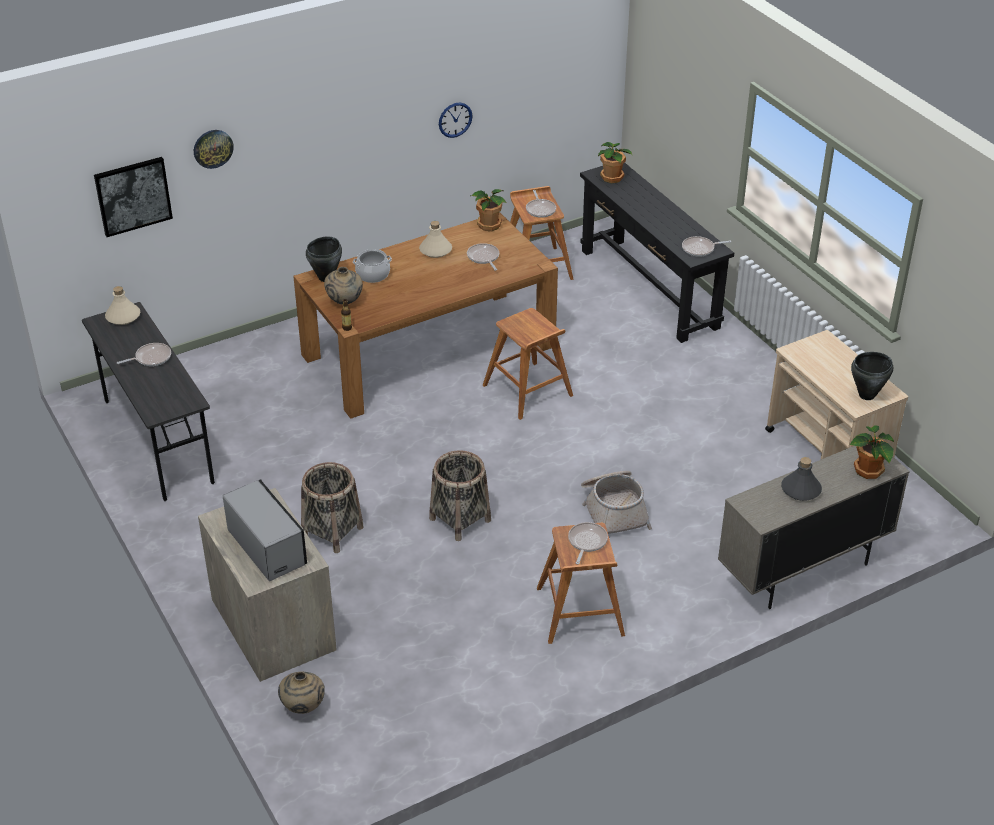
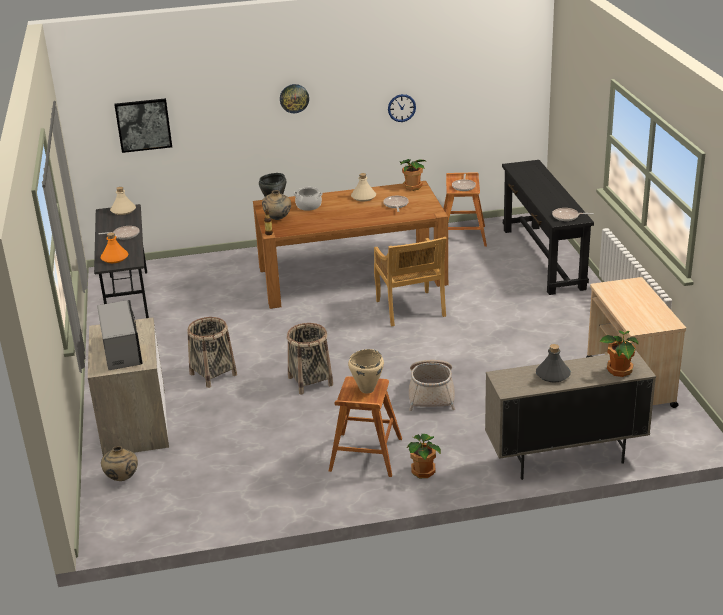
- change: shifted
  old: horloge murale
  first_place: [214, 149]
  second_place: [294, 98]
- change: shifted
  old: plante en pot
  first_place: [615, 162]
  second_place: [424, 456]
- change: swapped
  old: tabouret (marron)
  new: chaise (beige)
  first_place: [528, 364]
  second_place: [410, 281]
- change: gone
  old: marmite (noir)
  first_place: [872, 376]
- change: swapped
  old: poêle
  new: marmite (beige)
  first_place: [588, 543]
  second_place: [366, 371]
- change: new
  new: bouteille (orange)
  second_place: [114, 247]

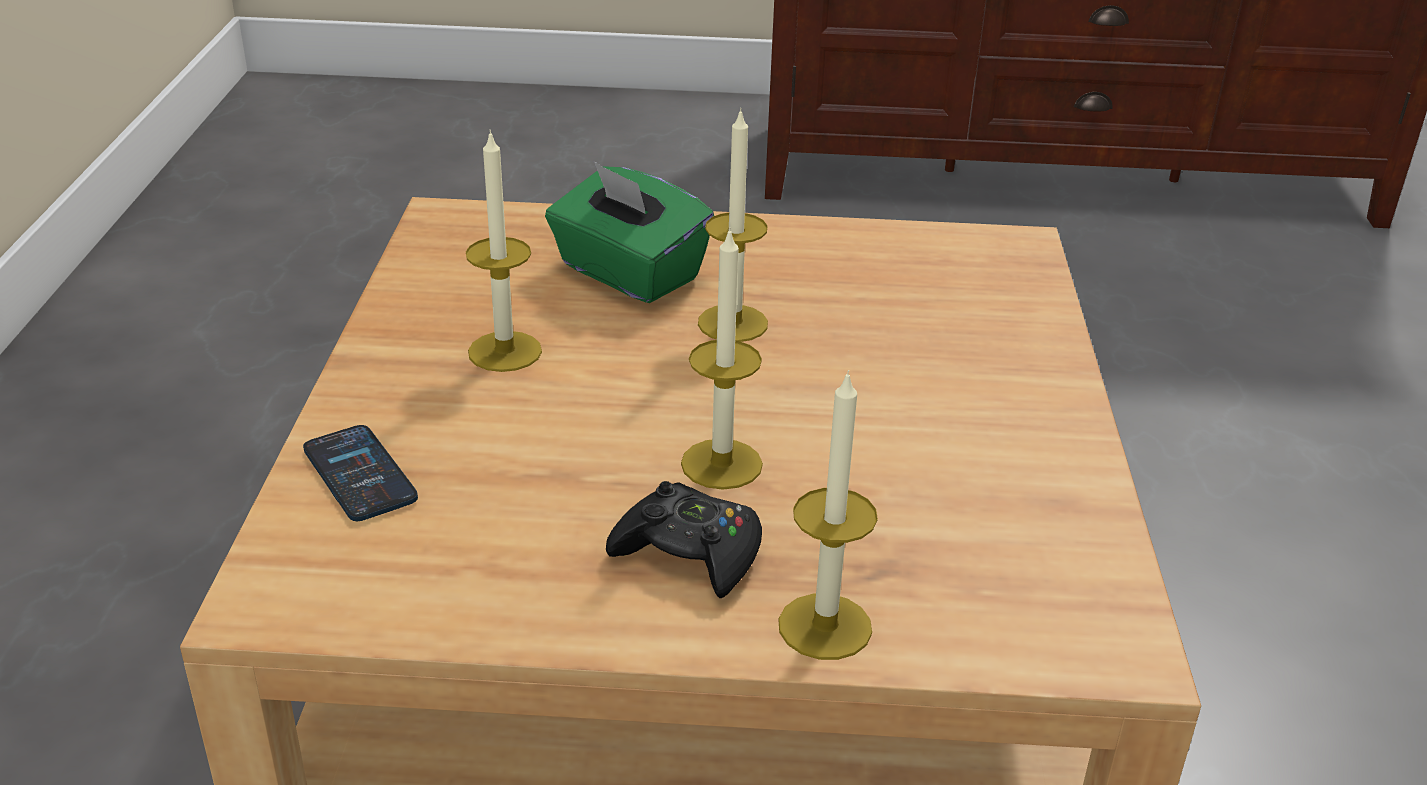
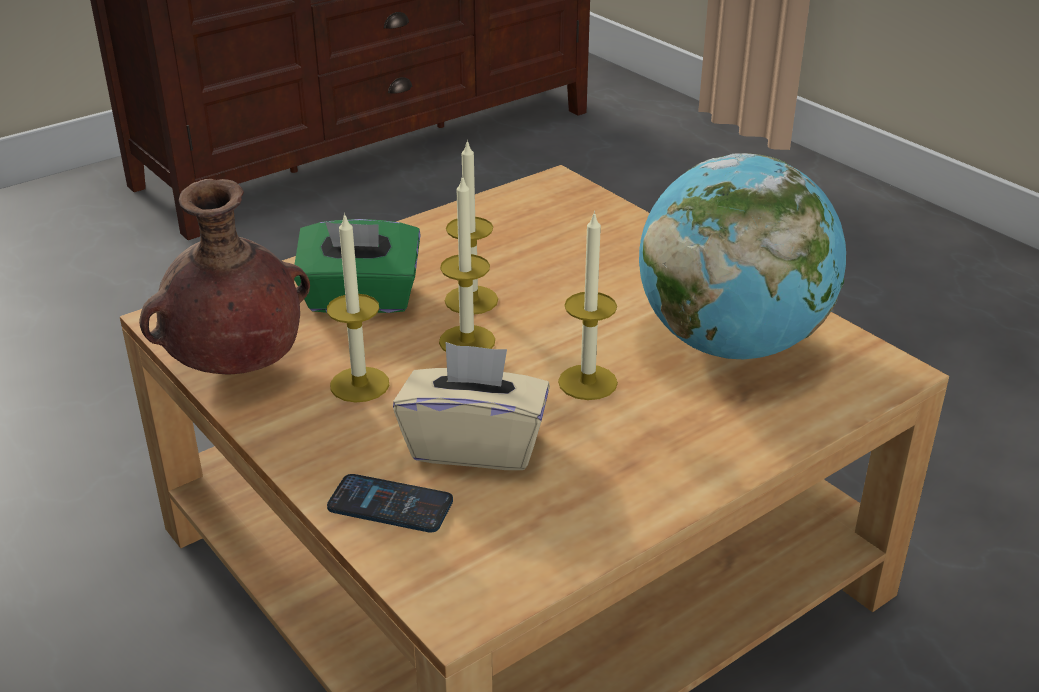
- change: shifted
  old: bougie
  first_place: [828, 515]
  second_place: [467, 263]
- change: gone
  old: manette (noir)
  first_place: [684, 539]
- change: new
  new: globe
  second_place: [742, 256]
- change: new
  new: vase (marron)
  second_place: [224, 277]
- change: new
  new: boîte à mouchoirs (beige)
  second_place: [471, 406]

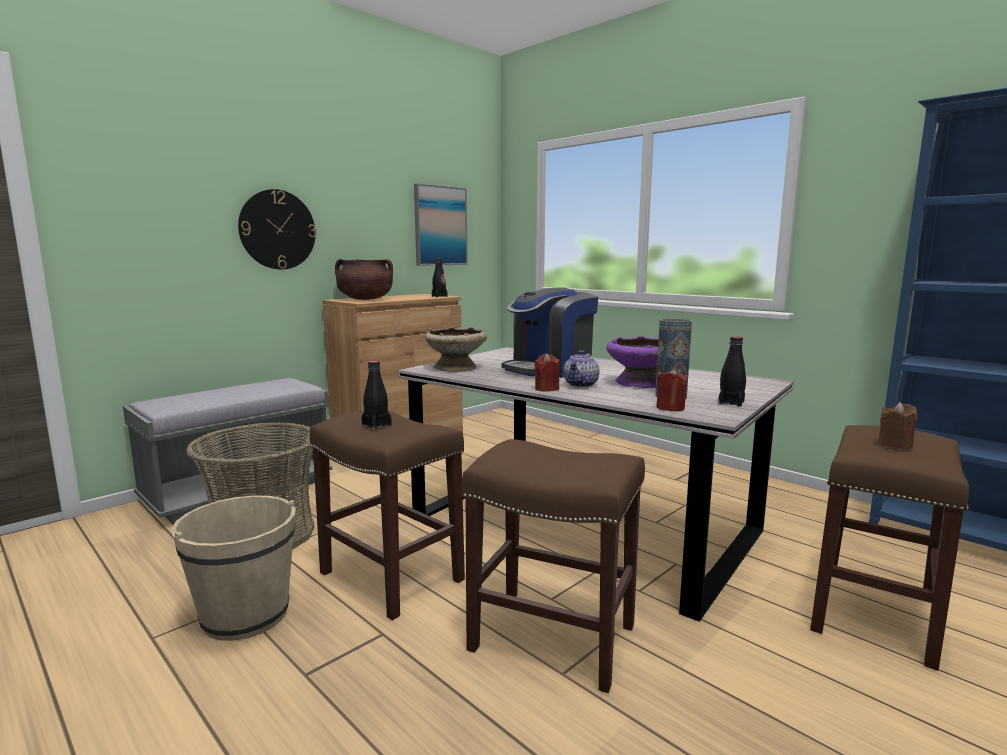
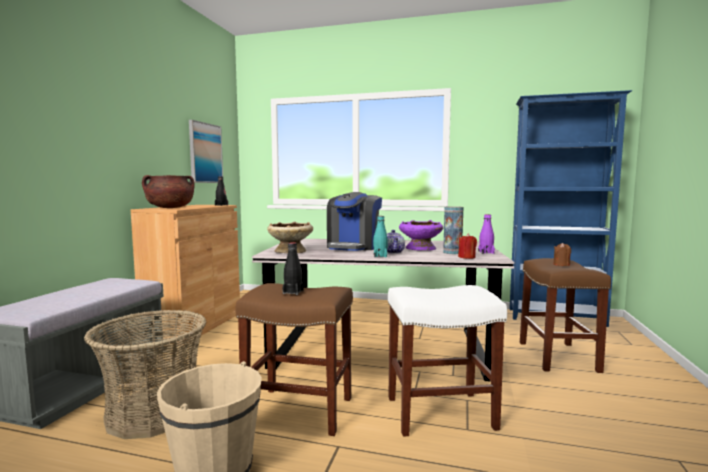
- change: gone
  old: horloge murale
  first_place: [277, 229]
- change: repainted
  old: bouteille (noir)
  new: bouteille (violet)
  first_place: [732, 371]
  second_place: [486, 234]
- change: swapped
  old: bougie (rouge)
  new: bouteille (turquoise)
  first_place: [547, 372]
  second_place: [380, 236]
- change: repainted
  old: tabouret (marron)
  new: tabouret (blanc)
  first_place: [553, 566]
  second_place: [447, 361]

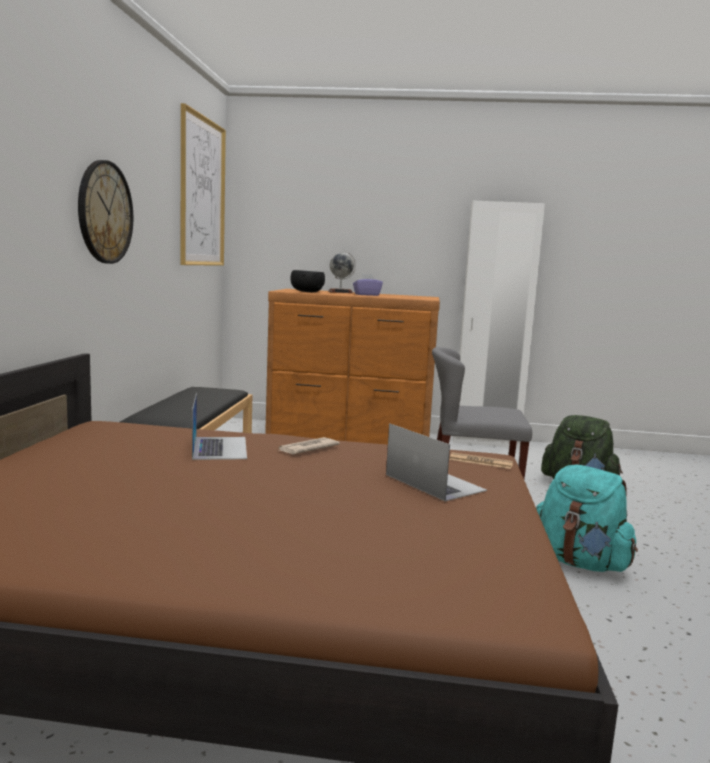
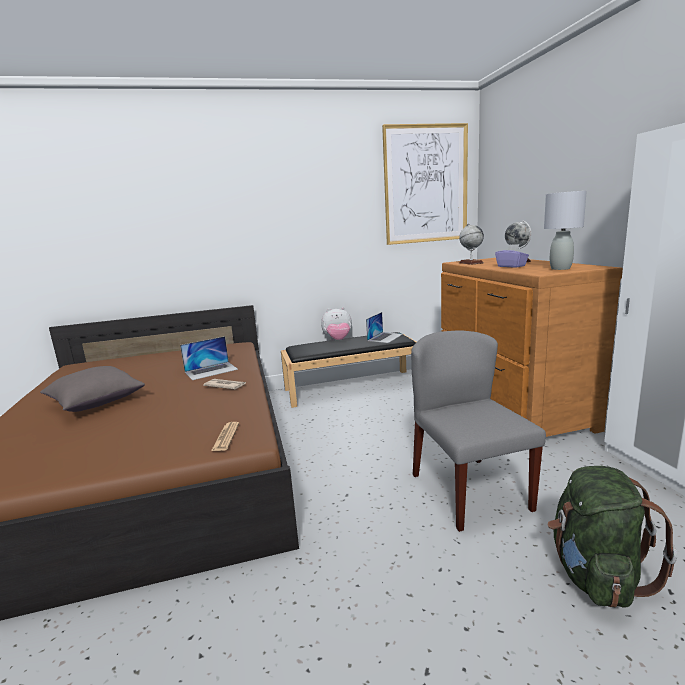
- change: gone
  old: horloge murale
  first_place: [105, 212]
- change: swapped
  old: bol (noir)
  new: globe
  first_place: [307, 281]
  second_place: [471, 244]
- change: shifted
  old: ordinateur portable
  first_place: [436, 462]
  second_place: [384, 327]
- change: gone
  old: sac à dos (turquoise)
  first_place: [587, 518]
- change: new
  new: lampe de table (gris)
  second_place: [565, 230]
- change: new
  new: peluche
  second_place: [336, 324]
- change: new
  new: coussin (gris)
  second_place: [92, 389]

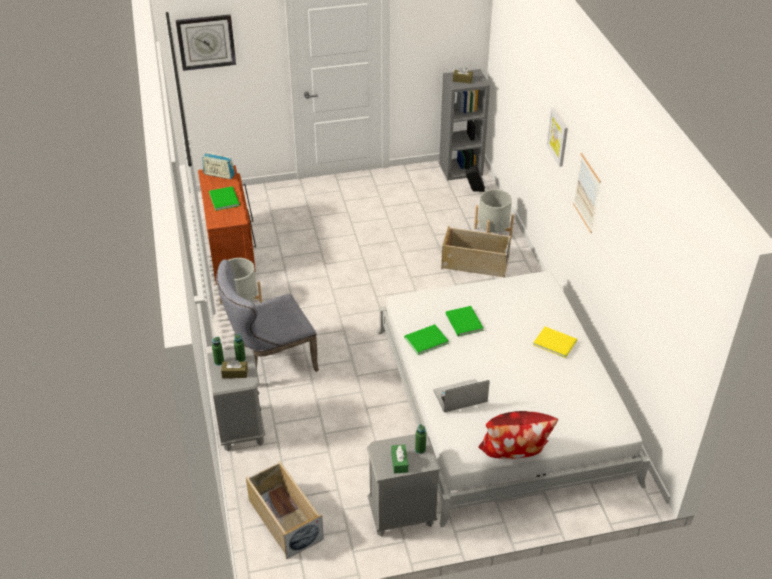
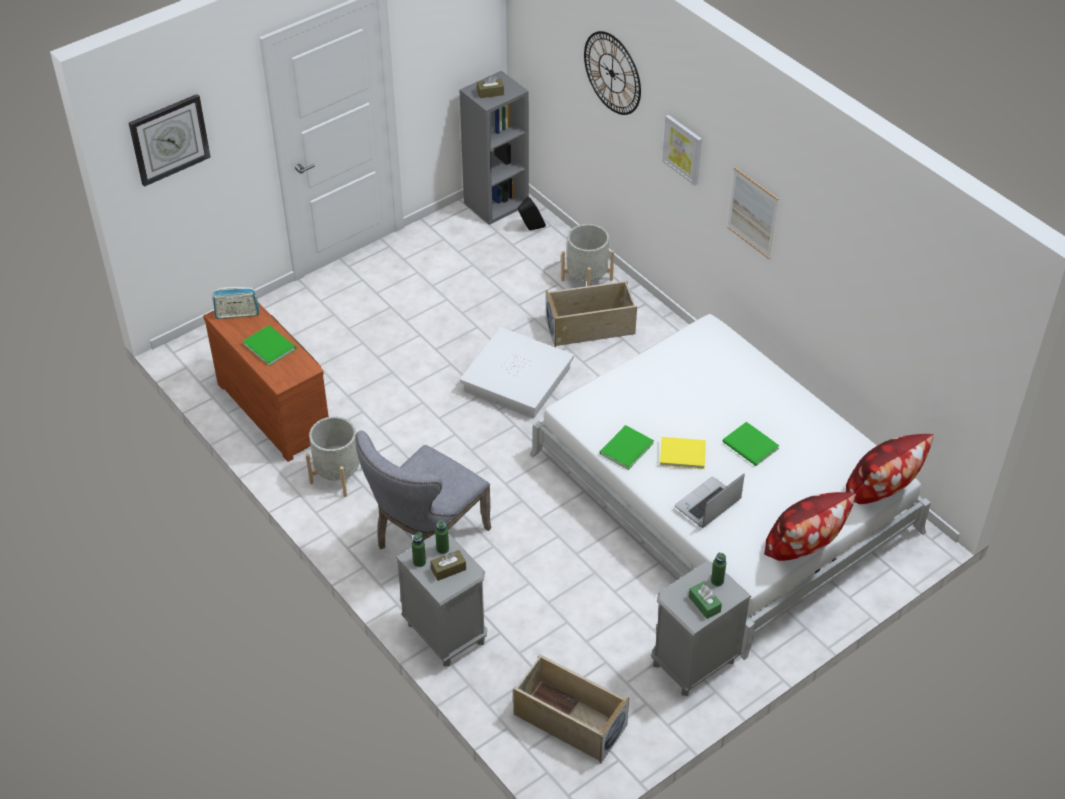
- change: shifted
  old: livre (vert)
  first_place: [464, 321]
  second_place: [751, 444]
- change: shifted
  old: livre (jaune)
  first_place: [555, 342]
  second_place: [683, 453]
- change: new
  new: horloge murale
  second_place: [612, 73]
- change: new
  new: boîte de rangement (blanc)
  second_place: [517, 373]
- change: new
  new: coussin
  second_place: [890, 469]

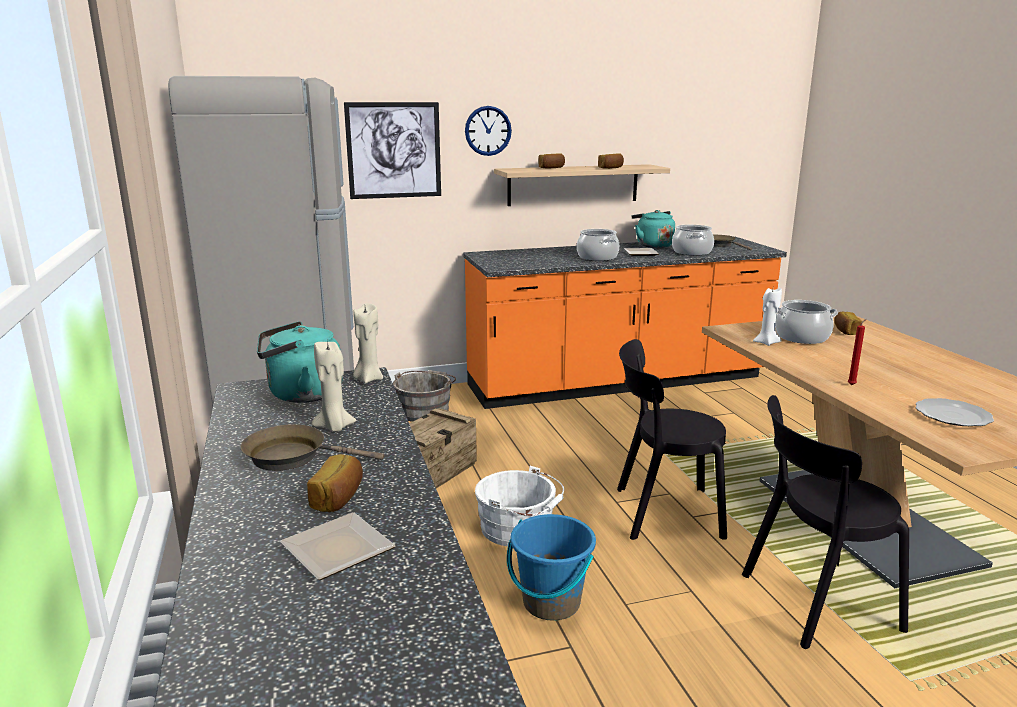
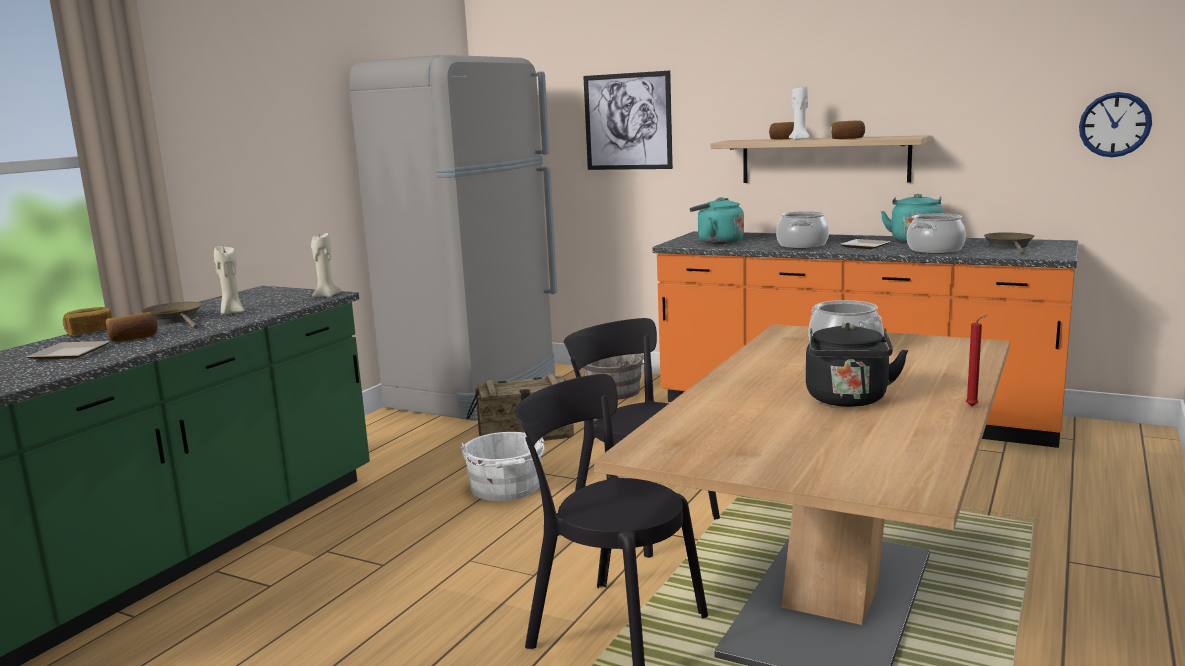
- change: shifted
  old: horloge murale
  first_place: [488, 131]
  second_place: [1115, 124]
- change: shifted
  old: bougie (blanc)
  first_place: [767, 317]
  second_place: [799, 113]
- change: shifted
  old: pain
  first_place: [848, 323]
  second_place: [87, 321]
- change: shifted
  old: bougie (rouge)
  first_place: [857, 352]
  second_place: [977, 360]
- change: shifted
  old: bouilloire (turquoise)
  first_place: [300, 362]
  second_place: [717, 220]
- change: gone
  old: assiette
  first_place: [955, 412]
- change: gone
  old: seau (bleu)
  first_place: [551, 567]
- change: new
  new: bouilloire (noir)
  second_place: [857, 365]

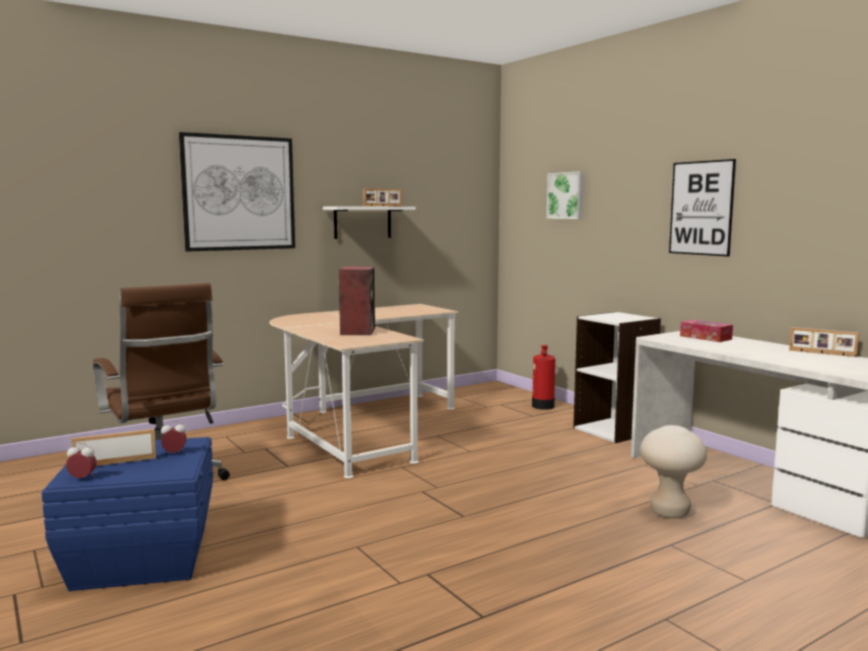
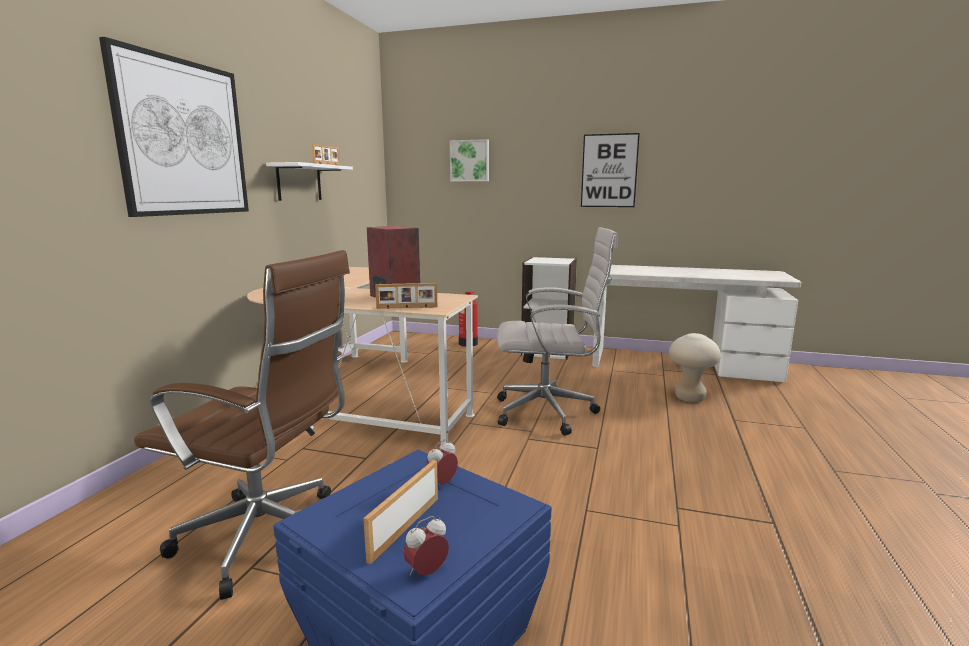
- change: gone
  old: boîte à mouchoirs
  first_place: [706, 331]
- change: shifted
  old: cadre photo
  first_place: [824, 342]
  second_place: [406, 296]
- change: new
  new: chaise de bureau (blanc)
  second_place: [557, 331]

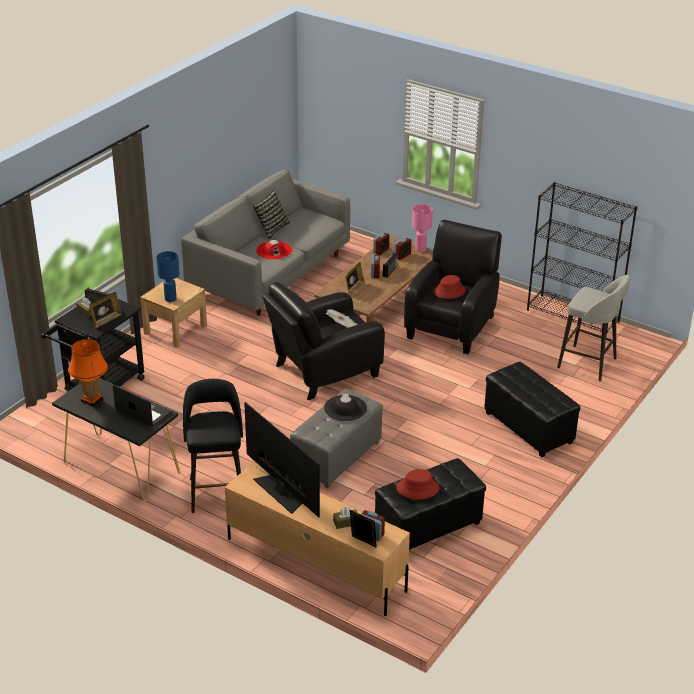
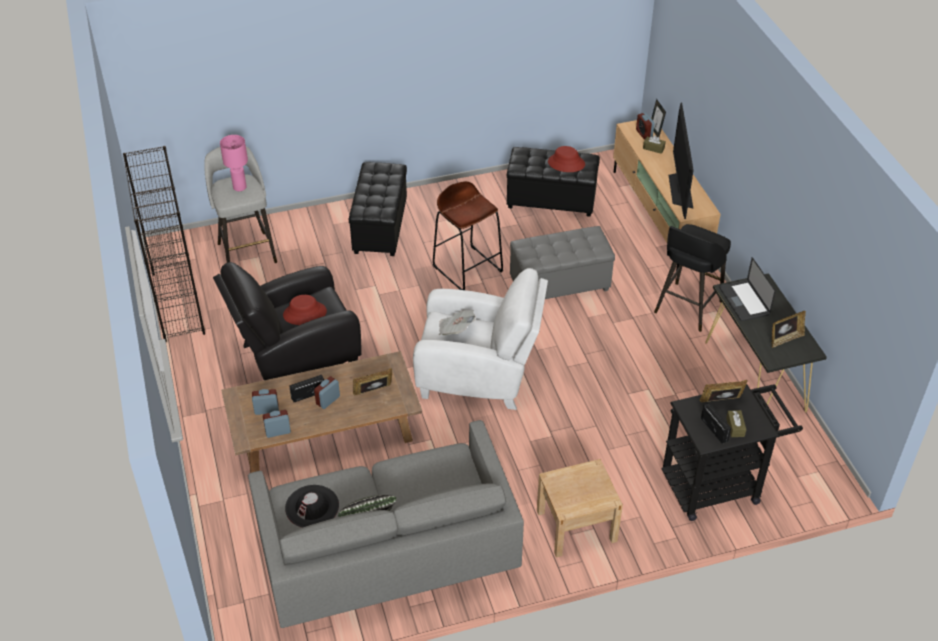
- change: shifted
  old: lampe de table (rose)
  first_place: [422, 228]
  second_place: [234, 163]
- change: gone
  old: chapeau (rouge)
  first_place: [274, 250]
- change: gone
  old: lampe de table (bleu)
  first_place: [168, 276]
- change: repainted
  old: fauteuil (noir)
  new: fauteuil (blanc)
  first_place: [323, 341]
  second_place: [480, 339]
- change: swapped
  old: lampe de table (orange)
  new: cadre photo
  first_place: [88, 372]
  second_place: [789, 329]
- change: shifted
  old: chapeau (noir)
  first_place: [345, 407]
  second_place: [312, 506]
- change: new
  new: tabouret (marron)
  second_place: [468, 235]

